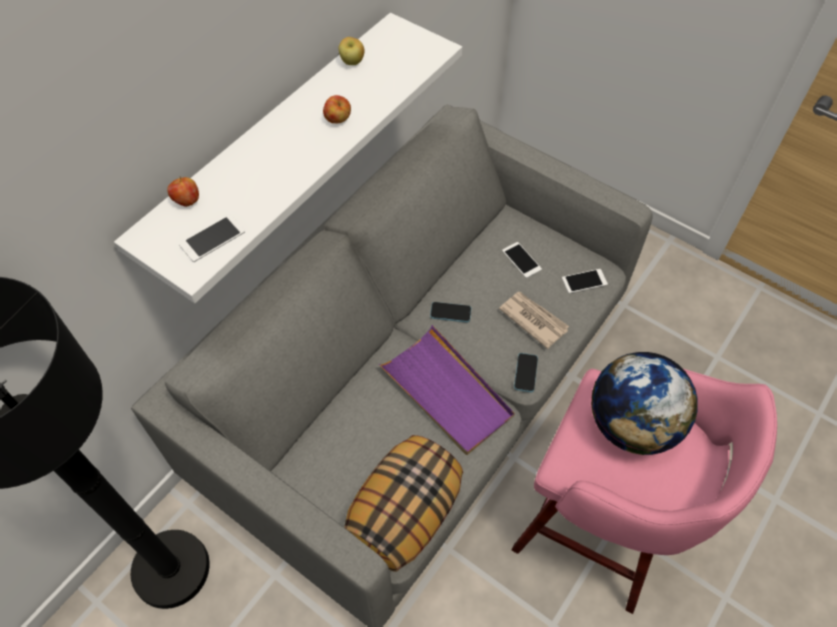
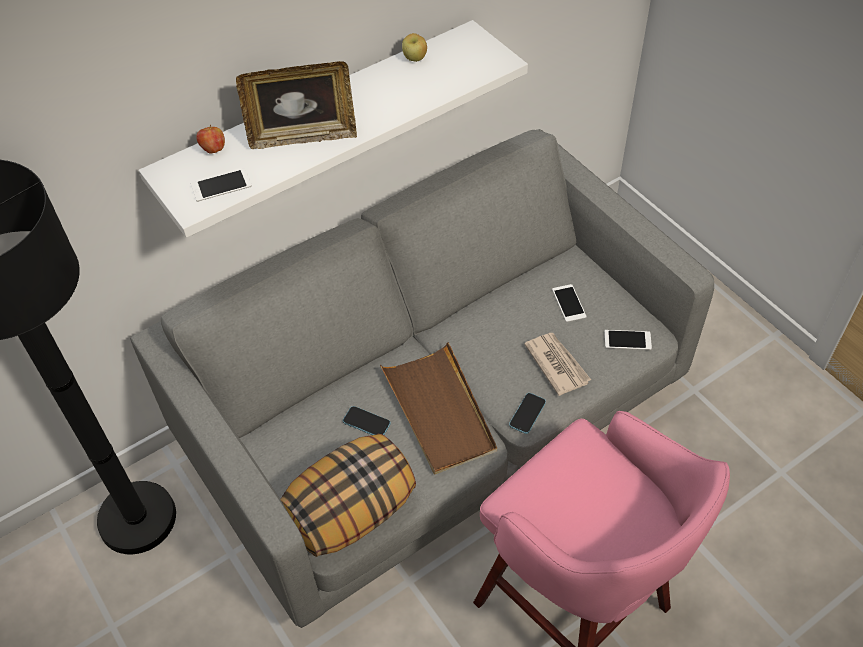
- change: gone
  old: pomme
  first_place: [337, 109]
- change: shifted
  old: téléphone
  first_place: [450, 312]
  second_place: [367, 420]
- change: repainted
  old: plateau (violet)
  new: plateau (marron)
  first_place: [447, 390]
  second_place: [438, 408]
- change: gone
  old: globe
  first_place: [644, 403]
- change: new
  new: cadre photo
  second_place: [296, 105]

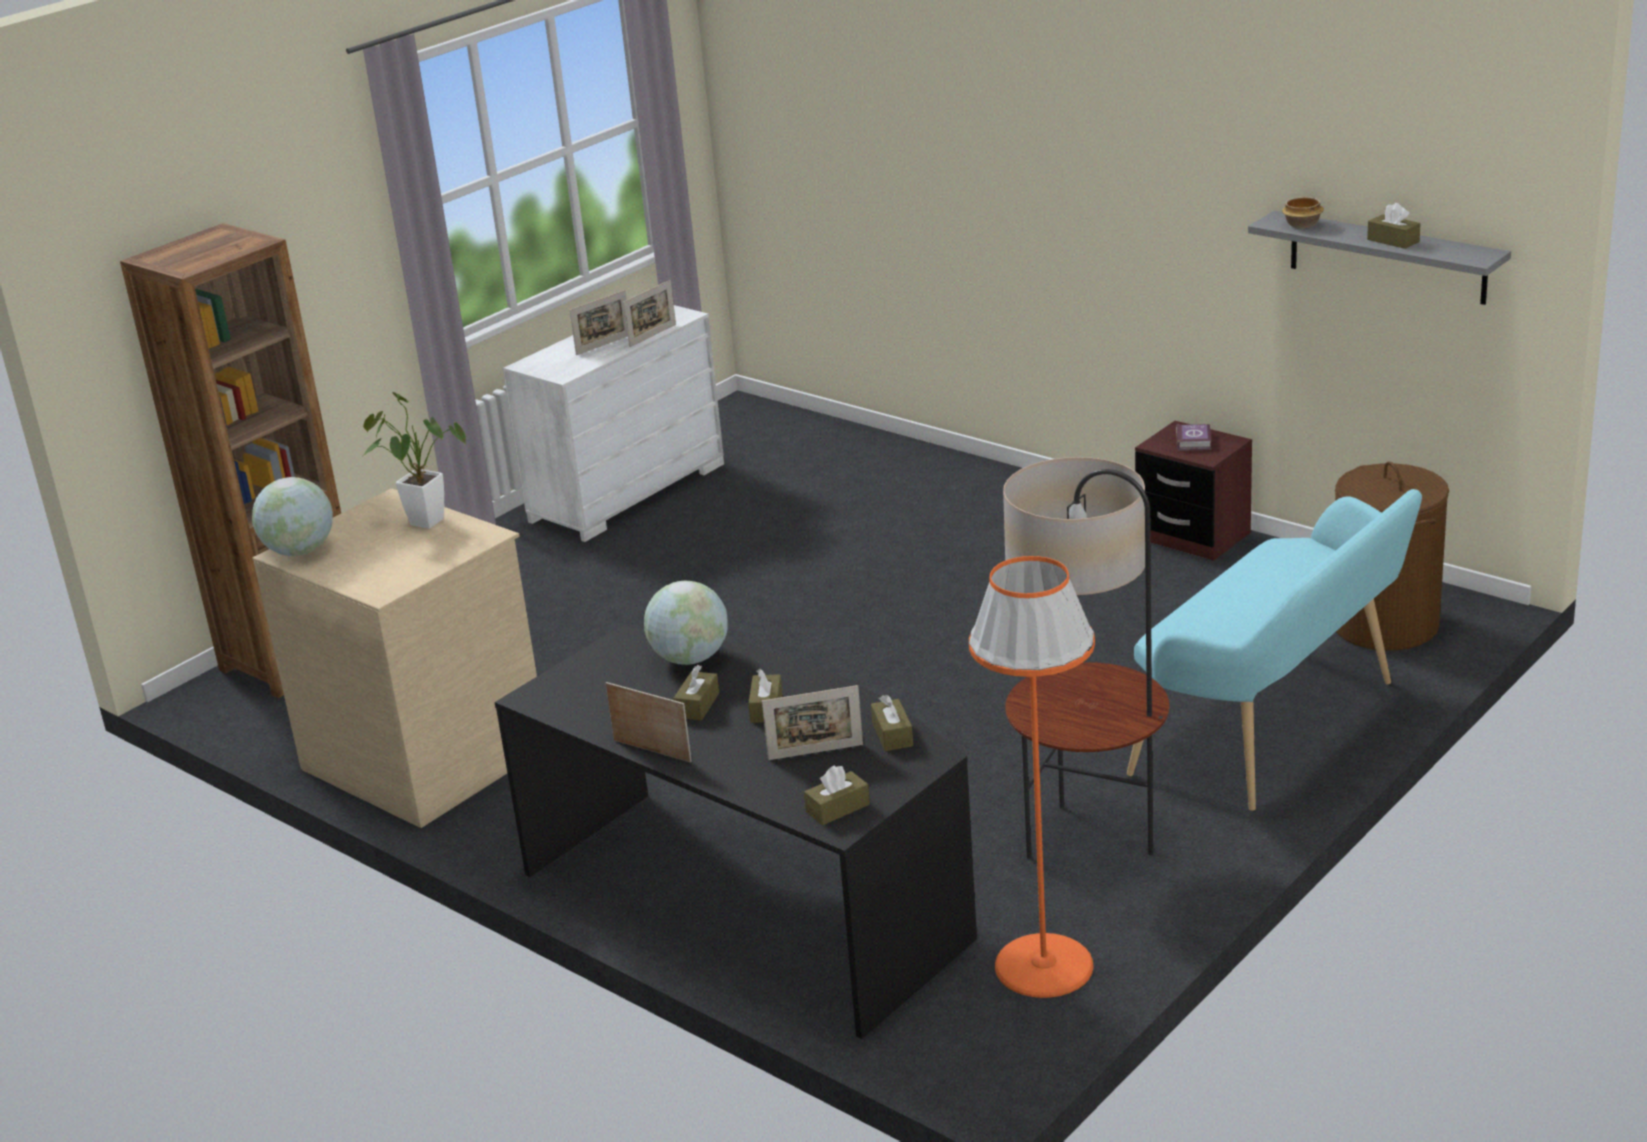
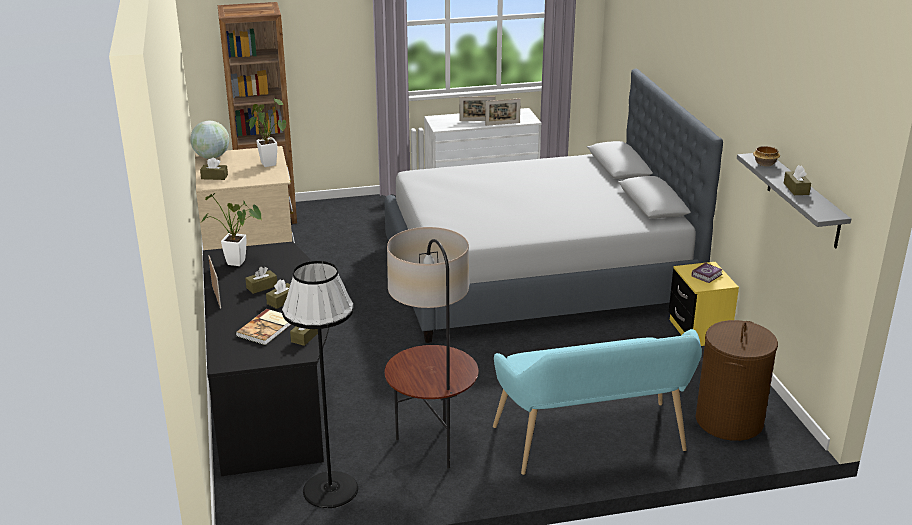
- change: repainted
  old: table de chevet (marron)
  new: table de chevet (jaune)
  first_place: [1193, 490]
  second_place: [704, 304]
- change: repainted
  old: lampadaire (orange)
  new: lampadaire (noir)
  first_place: [1032, 777]
  second_place: [320, 384]
- change: gone
  old: globe
  first_place: [686, 623]
- change: swapped
  old: cadre photo
  new: livre
  first_place: [812, 722]
  second_place: [263, 327]
- change: shifted
  old: boîte à mouchoirs (marron)
  first_place: [837, 795]
  second_place: [214, 169]
- change: new
  new: lit (gris)
  second_place: [554, 205]
- change: new
  new: plante en pot
  second_place: [232, 229]

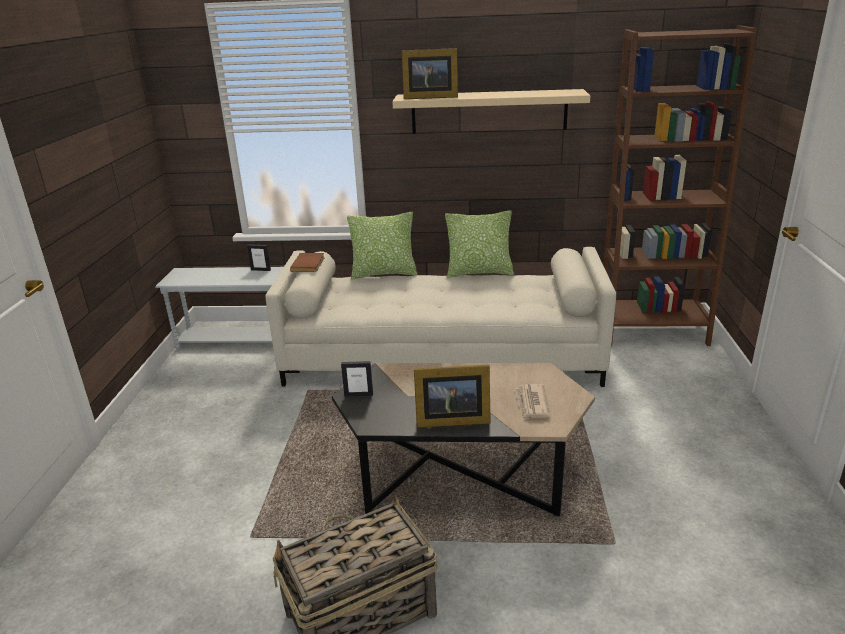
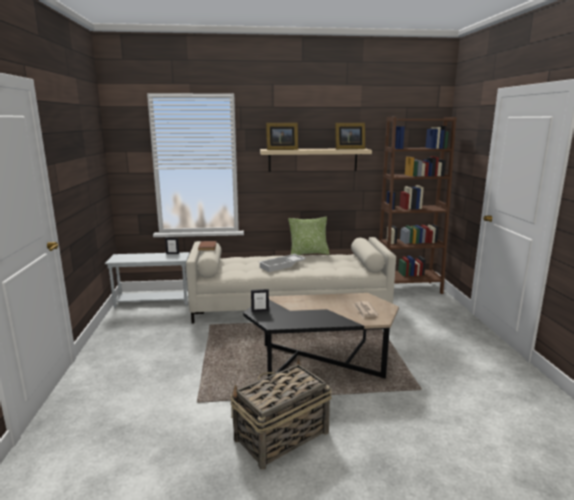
- change: gone
  old: coussin
  first_place: [382, 245]
- change: shifted
  old: cadre photo
  first_place: [452, 396]
  second_place: [350, 136]
- change: new
  new: plateau (blanc)
  second_place: [282, 263]

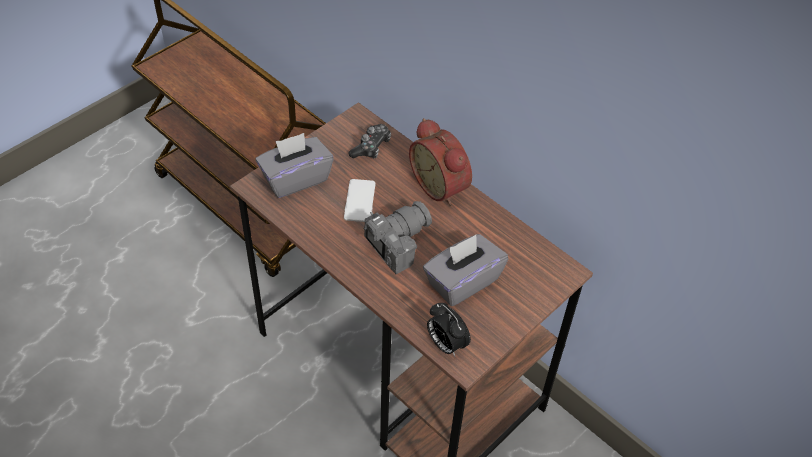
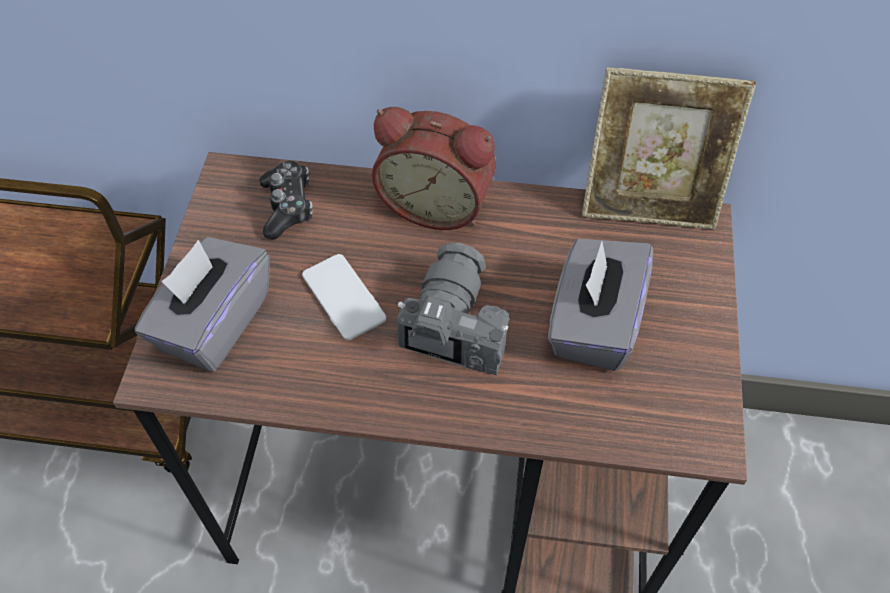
- change: gone
  old: réveil
  first_place: [449, 329]
- change: new
  new: cadre photo
  second_place: [669, 148]

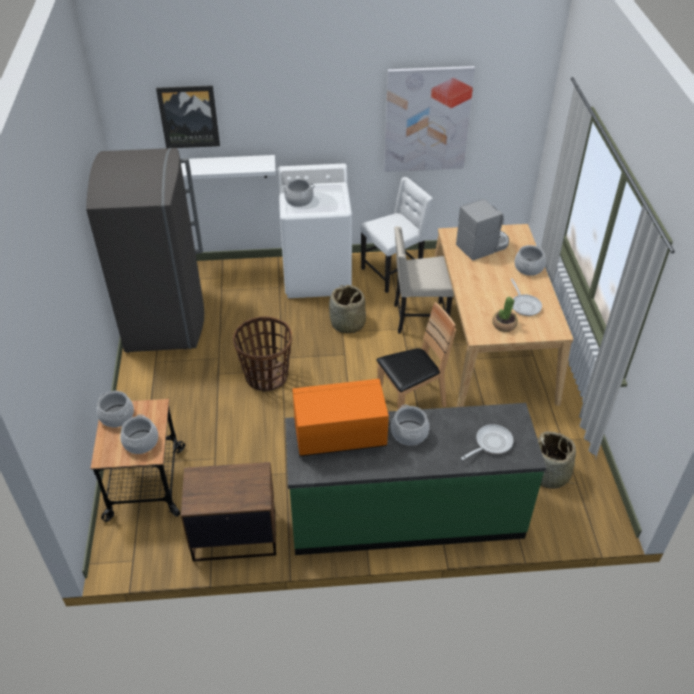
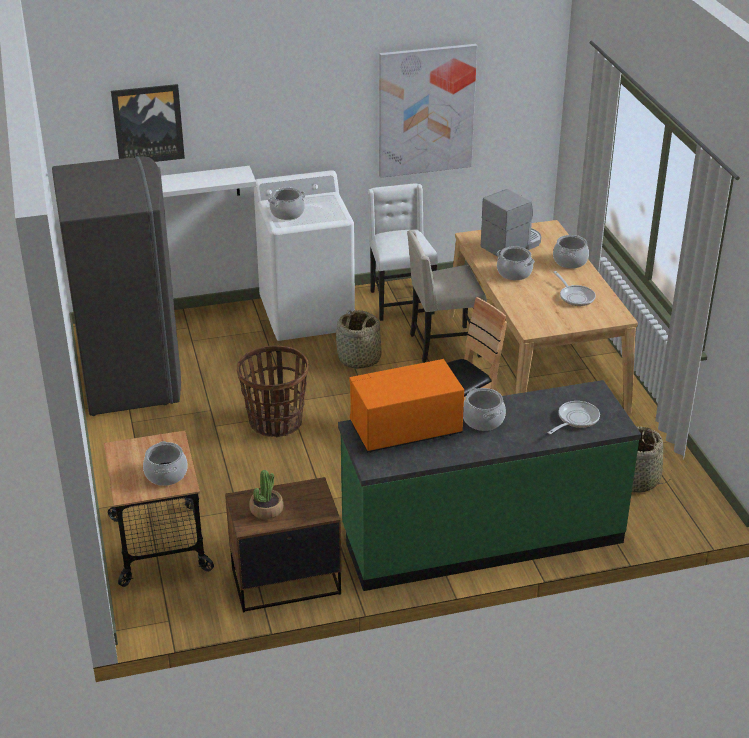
- change: rotated
  old: chaise (blanc)
  first_place: [396, 235]
  second_place: [403, 252]
  degrees: -60
- change: shifted
  old: plante en pot
  first_place: [505, 314]
  second_place: [266, 494]
- change: shifted
  old: marmite
  first_place: [115, 409]
  second_place: [516, 263]

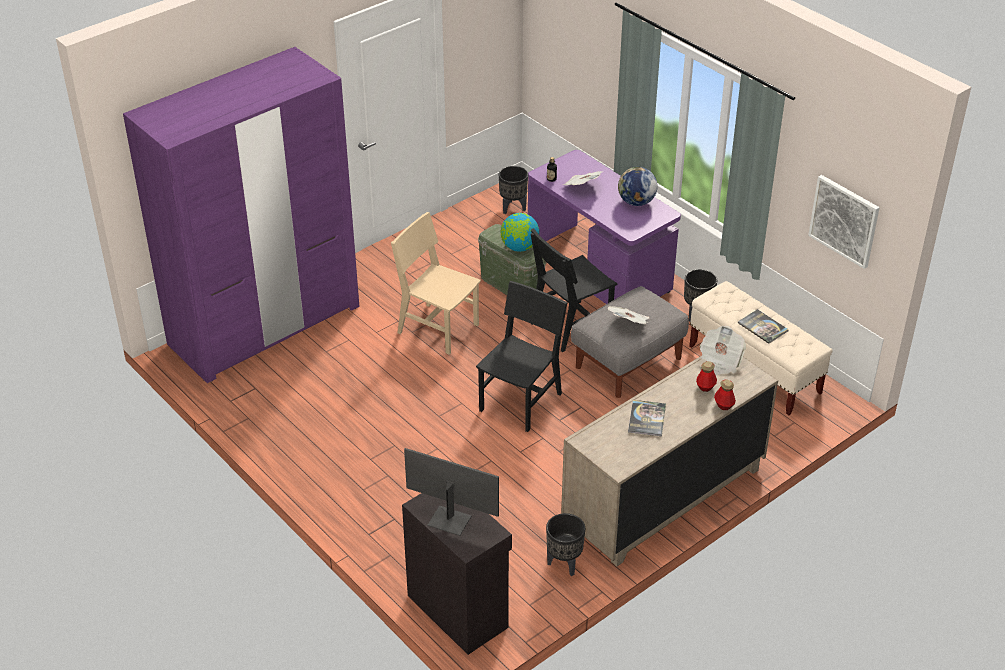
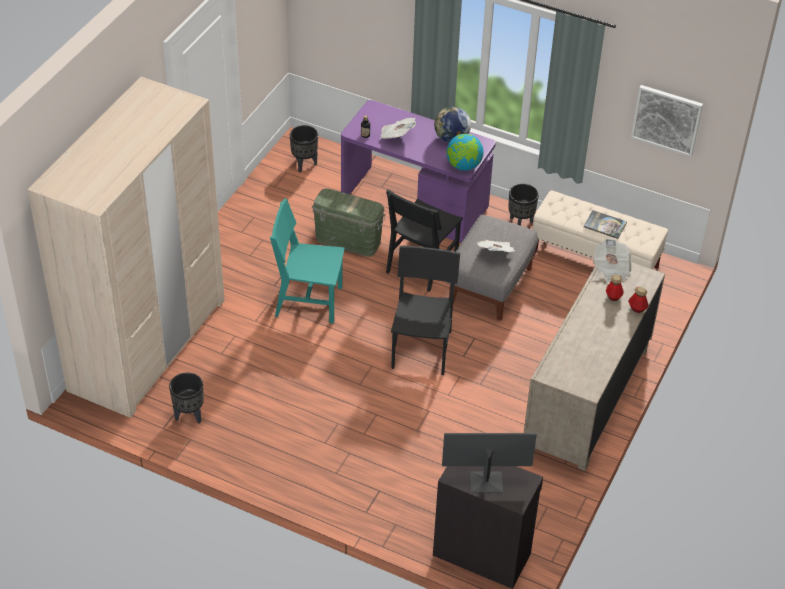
- change: repainted
  old: armoire (violet)
  new: armoire (beige)
  first_place: [241, 215]
  second_place: [126, 247]
- change: repainted
  old: chaise (beige)
  new: chaise (turquoise)
  first_place: [436, 283]
  second_place: [307, 261]
- change: shifted
  old: globe
  first_place: [520, 232]
  second_place: [465, 152]
- change: gone
  old: livre
  first_place: [647, 418]
- change: shifted
  old: cache-pot (noir)
  first_place: [565, 544]
  second_place: [186, 398]

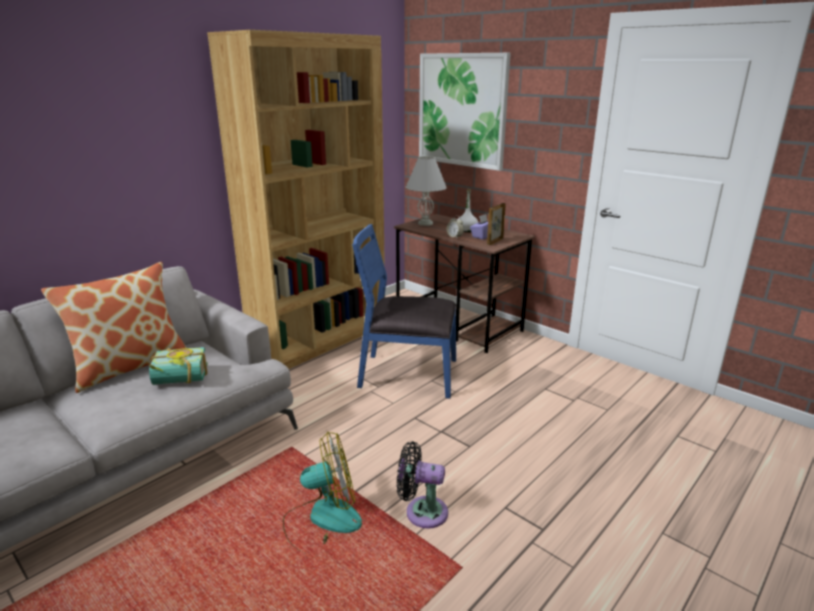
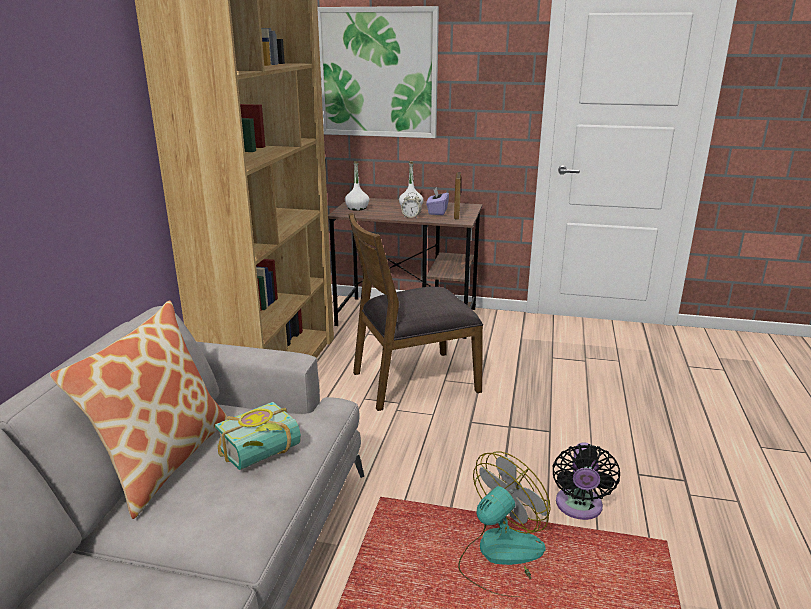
- change: swapped
  old: lampe de table (blanc)
  new: bouteille (blanc)
  first_place: [426, 191]
  second_place: [357, 186]
- change: repainted
  old: chaise (bleu)
  new: chaise (marron)
  first_place: [404, 311]
  second_place: [415, 311]
- change: rotated
  old: ventilateur (noir)
  first_place: [422, 485]
  second_place: [586, 481]
  degrees: -60

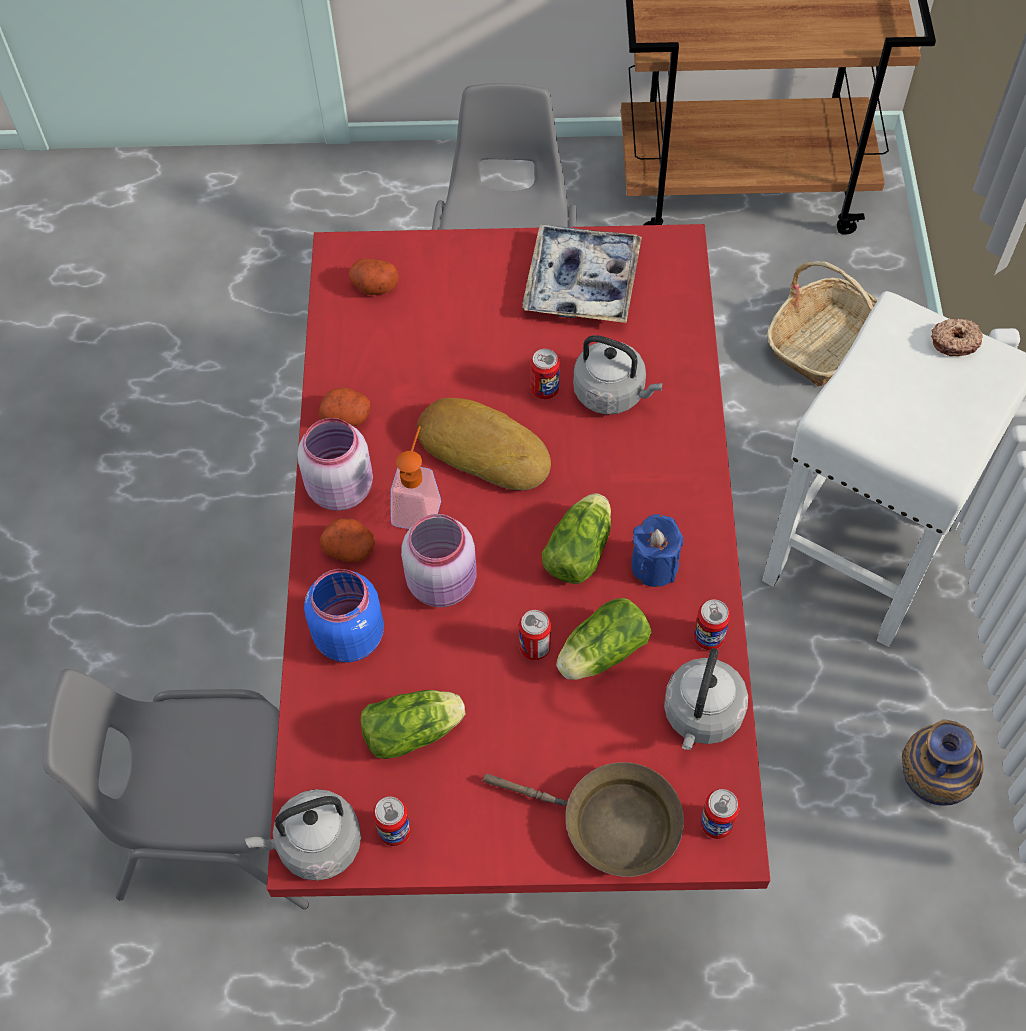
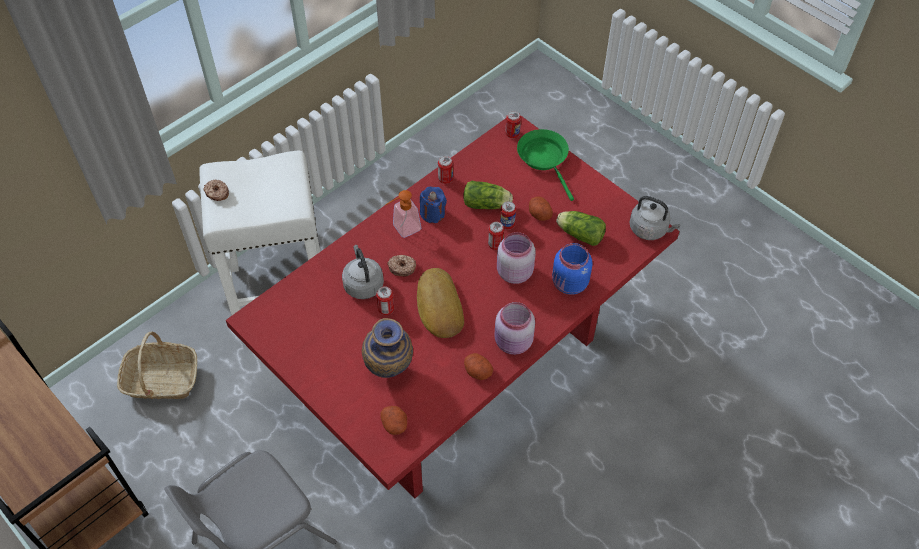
- change: gone
  old: plateau
  first_place: [582, 273]
- change: shifted
  old: distributeur de savon
  first_place: [416, 477]
  second_place: [403, 214]
- change: gone
  old: laitue
  first_place: [576, 538]
- change: shifted
  old: pomme de terre
  first_place: [347, 540]
  second_place: [541, 209]
- change: gone
  old: bouilloire (gris)
  first_place: [706, 699]
- change: gone
  old: chaise (gris)
  first_place: [176, 789]
- change: shifted
  old: vase
  first_place: [943, 763]
  second_place: [387, 348]
- change: repainted
  old: poêle (marron)
  new: poêle (vert)
  first_place: [583, 819]
  second_place: [545, 165]
- change: shifted
  old: boîte métallique
  first_place: [392, 821]
  second_place: [496, 236]
- change: new
  new: beignet
  second_place: [401, 265]

